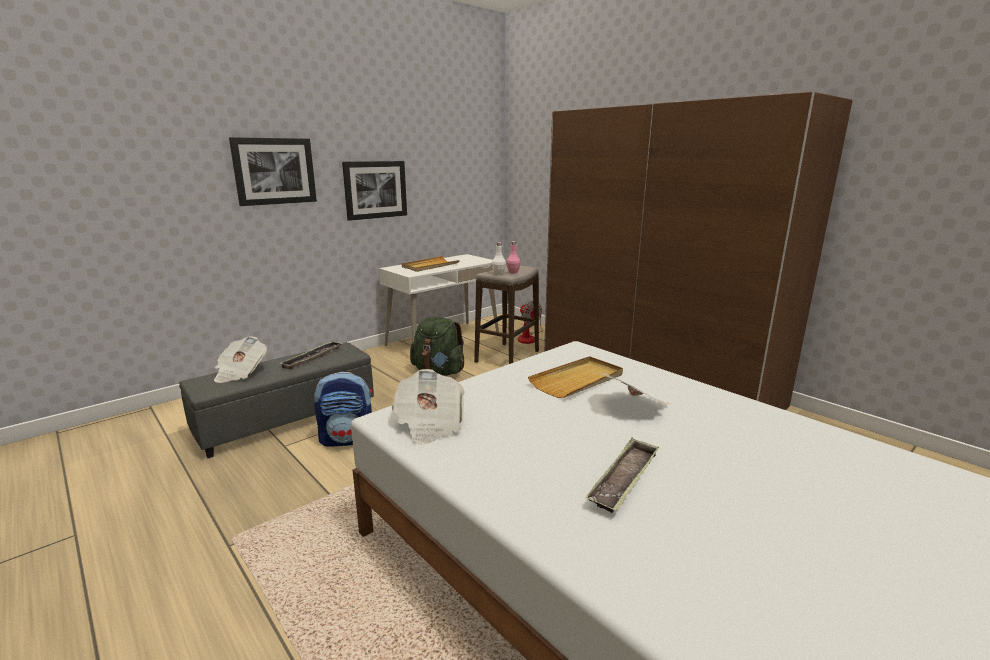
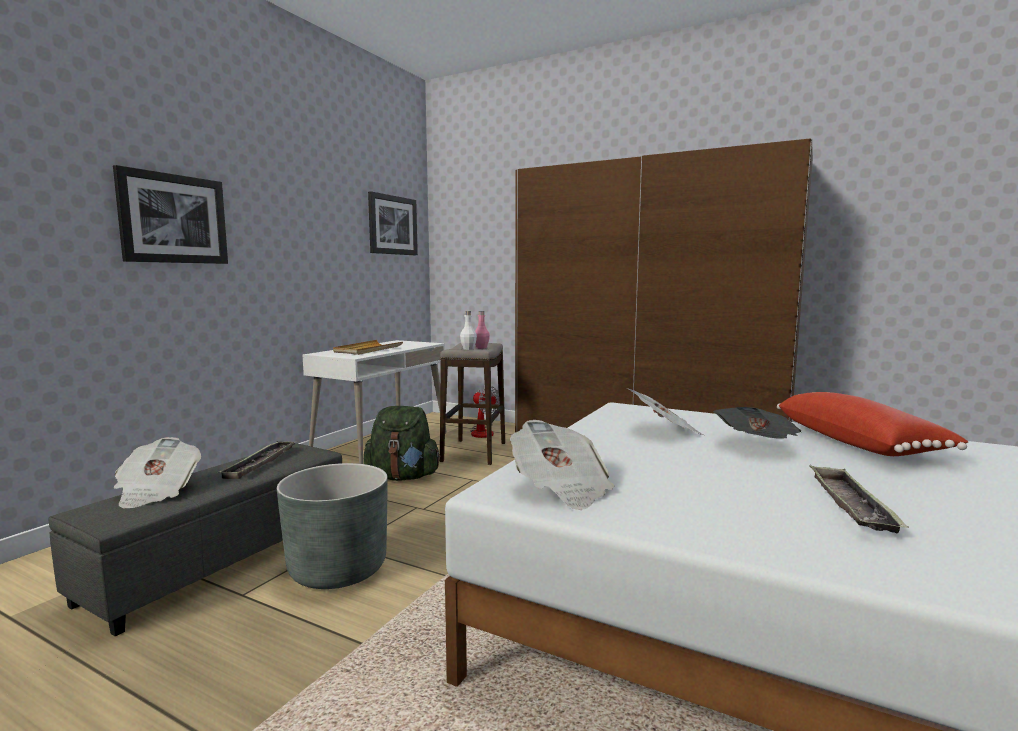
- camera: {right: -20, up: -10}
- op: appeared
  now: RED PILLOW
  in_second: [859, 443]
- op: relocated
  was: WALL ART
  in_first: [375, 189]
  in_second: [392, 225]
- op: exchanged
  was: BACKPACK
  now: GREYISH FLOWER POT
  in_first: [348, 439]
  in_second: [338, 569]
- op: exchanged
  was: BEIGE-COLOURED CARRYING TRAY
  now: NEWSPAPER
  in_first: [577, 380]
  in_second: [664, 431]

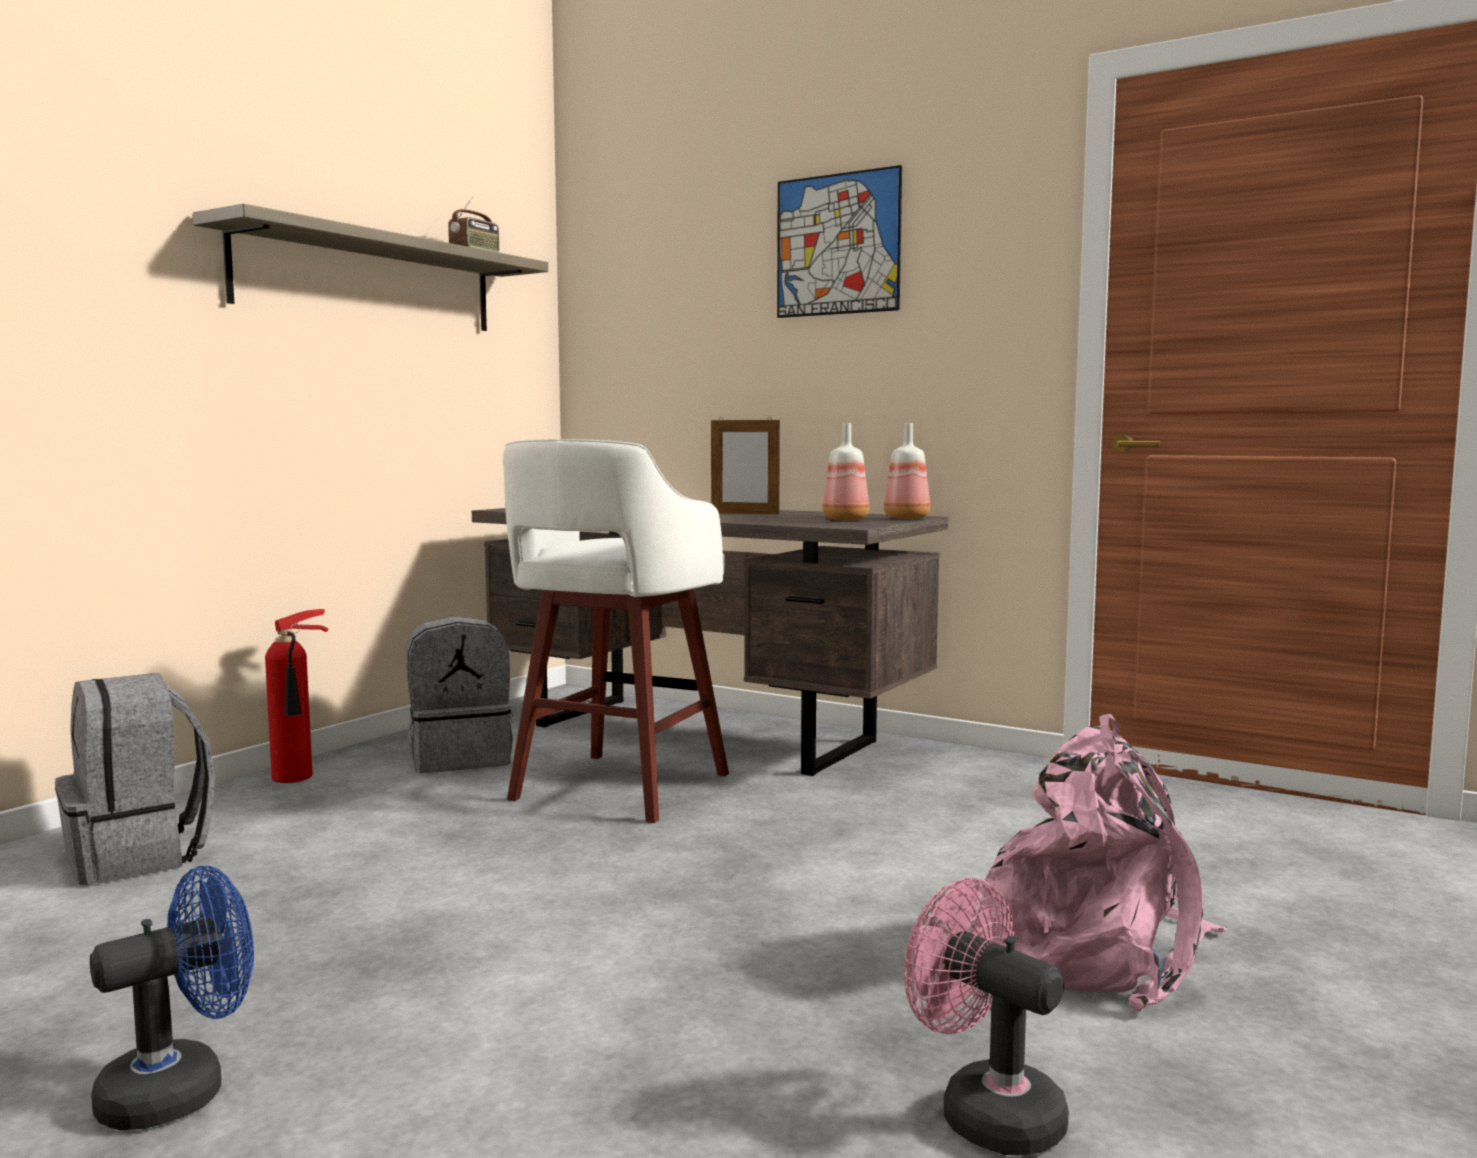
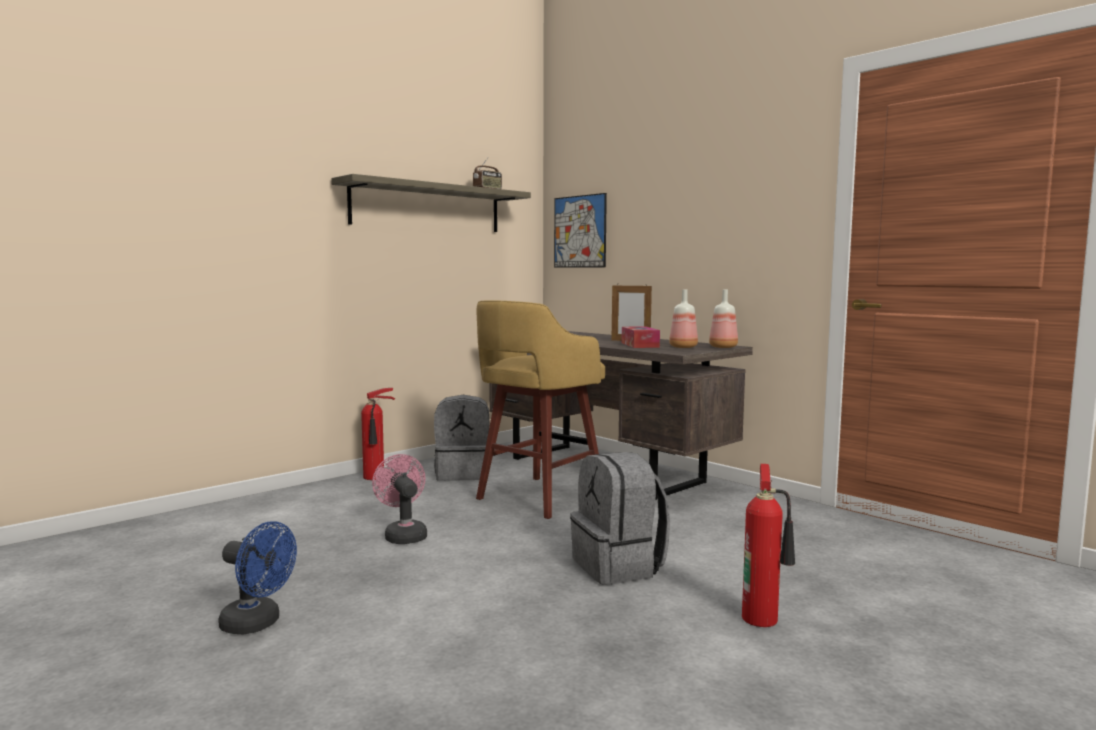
- camera: {right: 15, up: 0}
- op: appeared
  now: TISSUE BOX
  in_second: [640, 345]
- op: relocated
  was: GREYISH BACKPACK
  in_first: [140, 857]
  in_second: [619, 567]
- op: relocated
  was: WALL ART
  in_first: [838, 244]
  in_second: [579, 231]
- op: relocated
  was: PINK-COLOURED FAN
  in_first: [985, 1111]
  in_second: [403, 535]
- op: exchanged
  was: PINK-COLOURED BACKPACK
  now: FIRE EXTINGUISHER
  in_first: [1098, 951]
  in_second: [763, 618]
- op: colour
  was: WHITE SITTING STOOL
  now: YELLOWISH SITTING STOOL
  in_first: [617, 789]
  in_second: [538, 498]
- op: spun
  was: BLUE-COLOURED FAN
  in_first: [182, 1089]
  in_second: [258, 624]
  clockwise: 45

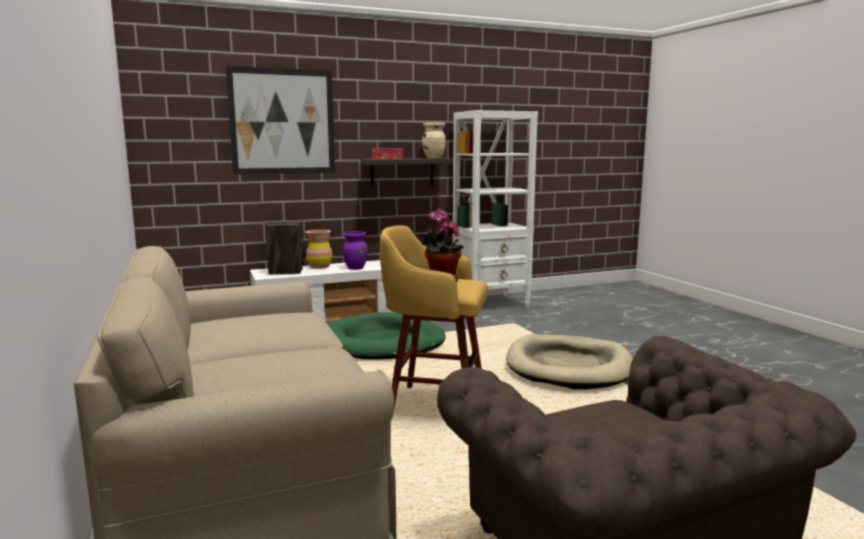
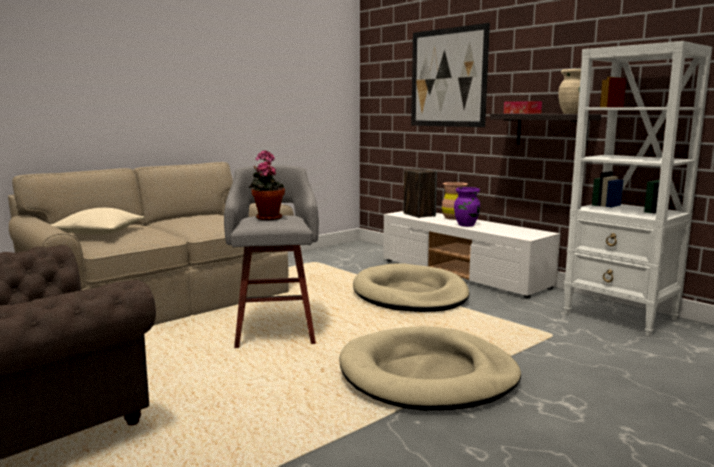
- camera: {right: 70, up: 0}
- op: appeared
  now: BEIGE-COLOURED PILLOW
  in_second: [98, 233]
- op: colour
  was: GREENISH DOG CUSHION
  now: BEIGE-COLOURED DOG CUSHION
  in_first: [383, 342]
  in_second: [410, 294]
- op: colour
  was: YELLOWISH SITTING STOOL
  now: GREYISH SITTING STOOL
  in_first: [434, 406]
  in_second: [275, 330]

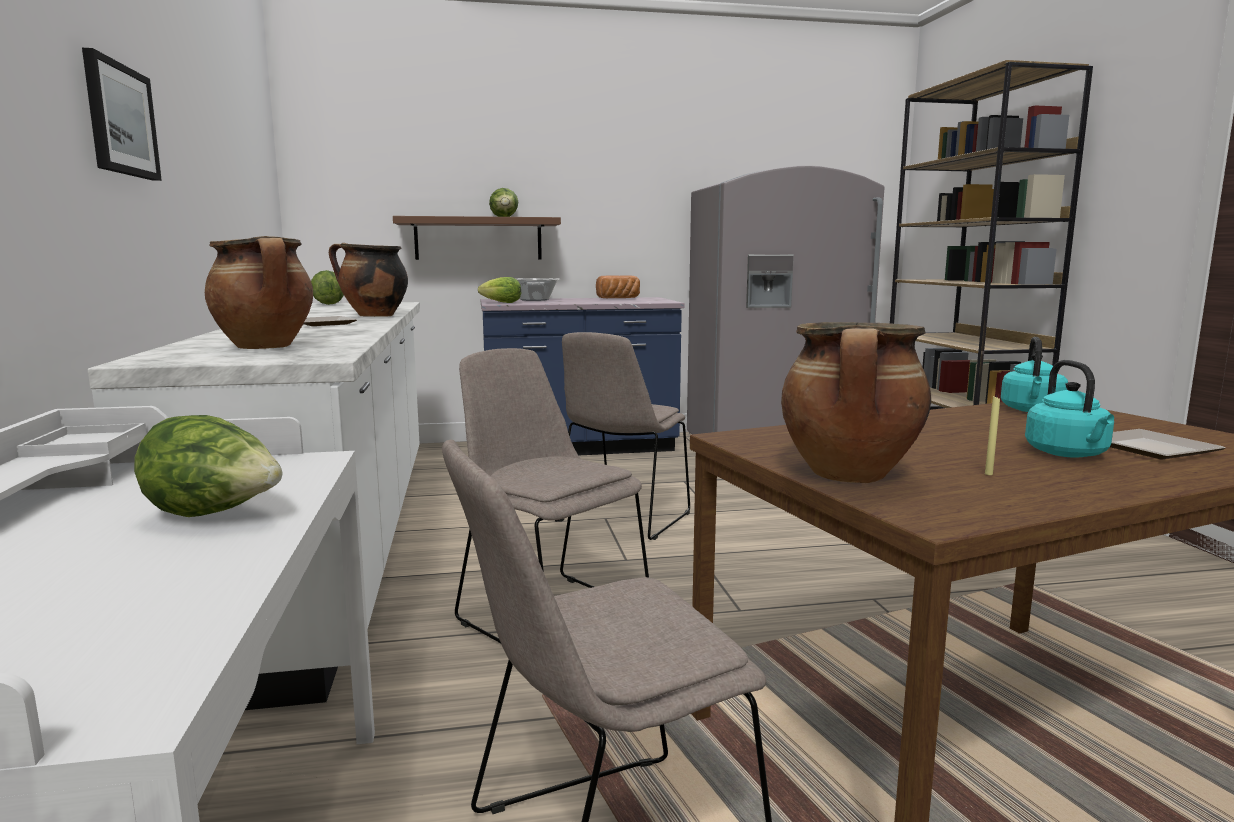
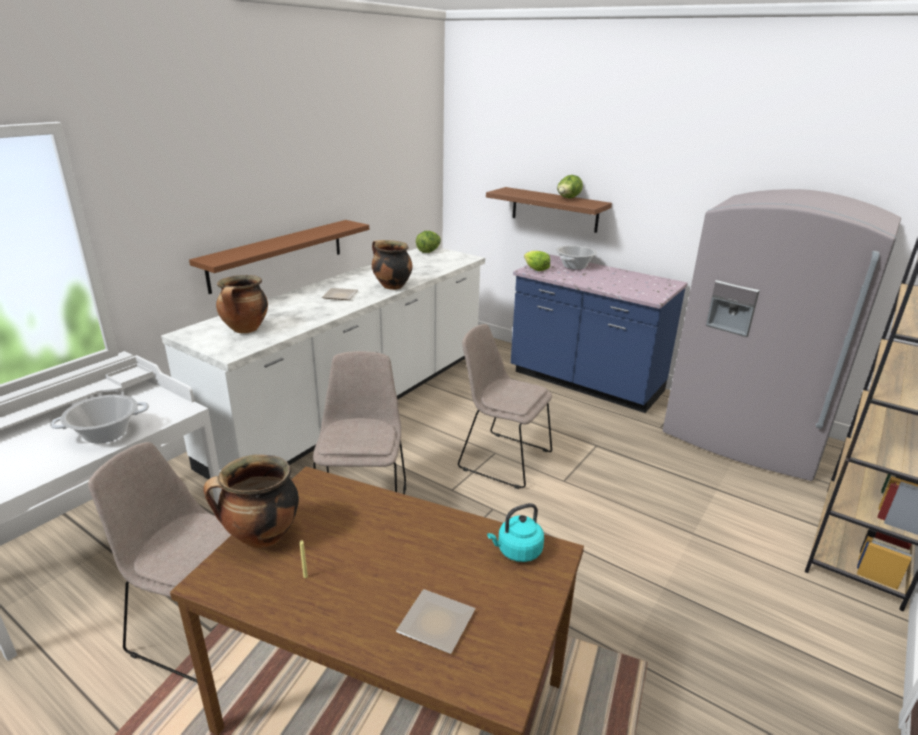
- camera: {right: 45, up: 15}
- op: missing
  was: WALL ART
  in_first: [120, 120]
- op: missing
  was: BAKED BREAD
  in_first: [619, 298]
- op: missing
  was: BLUE-GREEN KETTLE
  in_first: [1068, 454]
- op: appeared
  now: BROWN WALL SHELF
  in_second: [278, 254]
- op: exchanged
  was: LETTUCE
  now: COOKING POT
  in_first: [215, 515]
  in_second: [105, 433]
- op: spun
  was: BEIGE-COLOURED CHAIR
  in_first: [621, 519]
  in_second: [502, 458]
  clockwise: 45

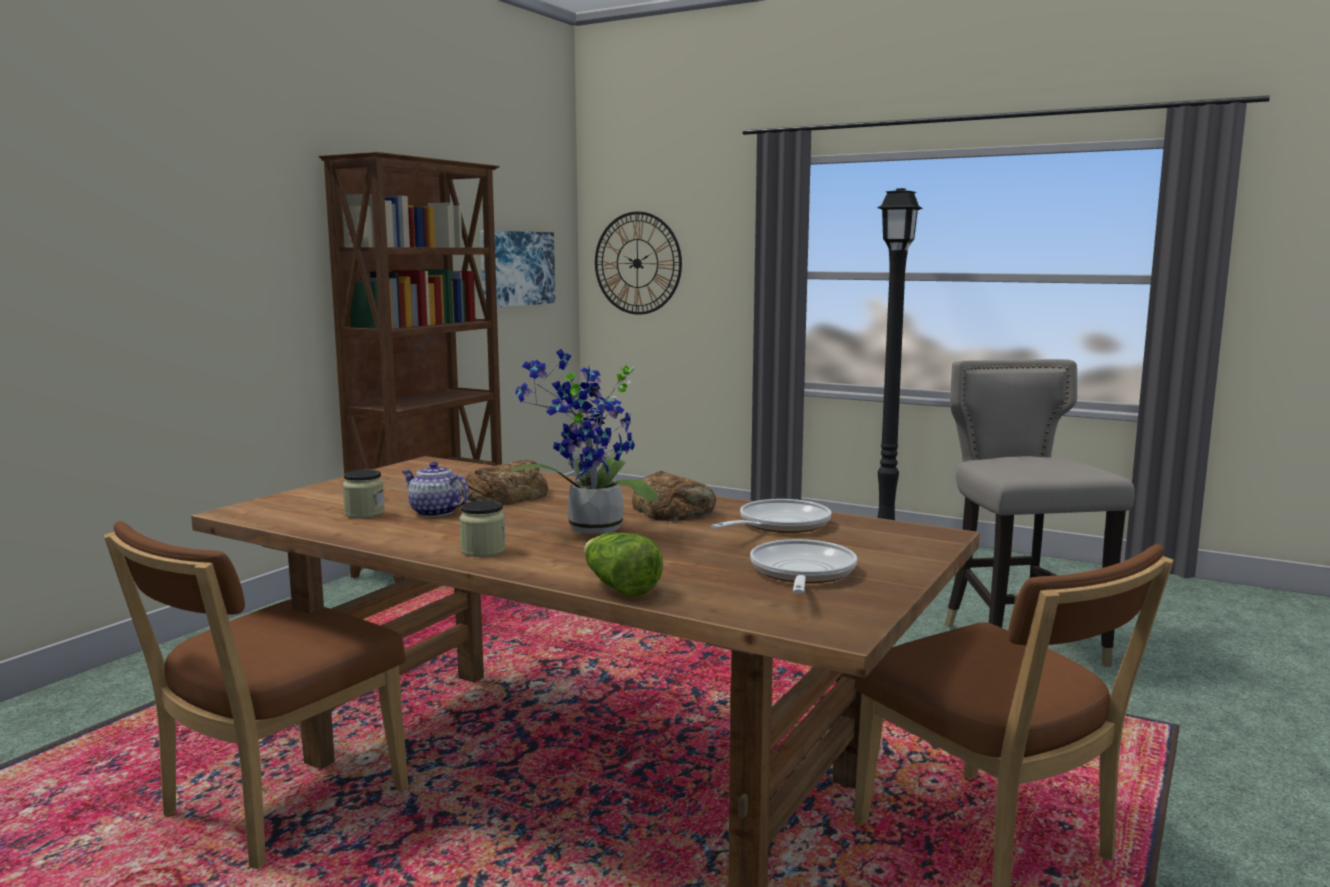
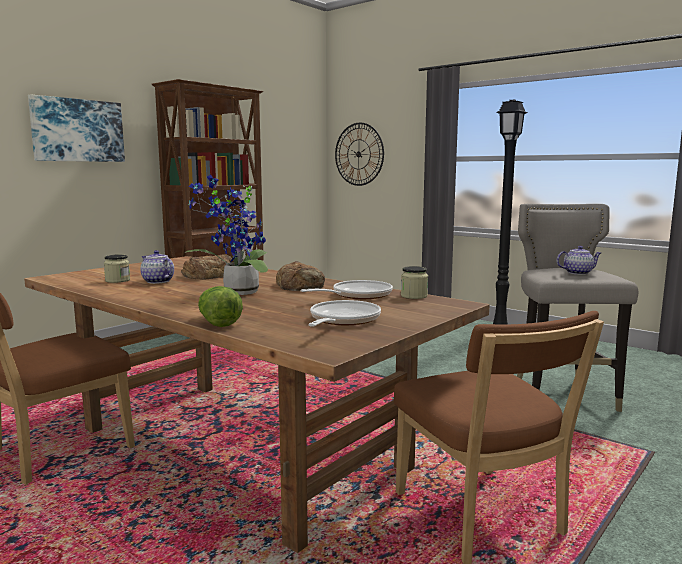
- camera: {right: 10, up: 0}
- op: appeared
  now: POT FOR TEA
  in_second: [578, 273]
- op: relocated
  was: STORAGE JAR
  in_first: [483, 550]
  in_second: [414, 296]
- op: relocated
  was: WALL ART
  in_first: [516, 268]
  in_second: [77, 130]

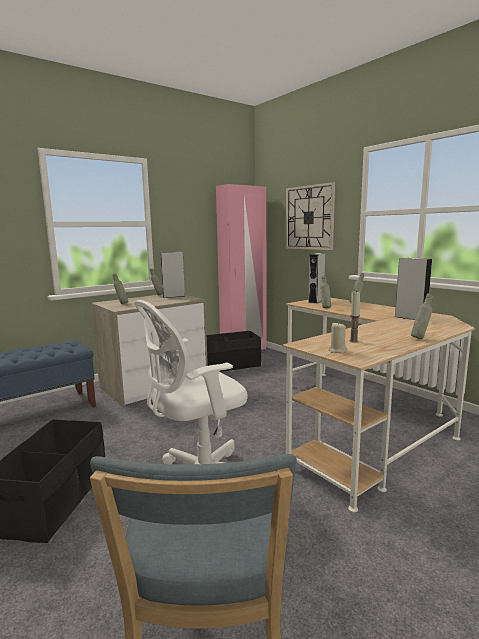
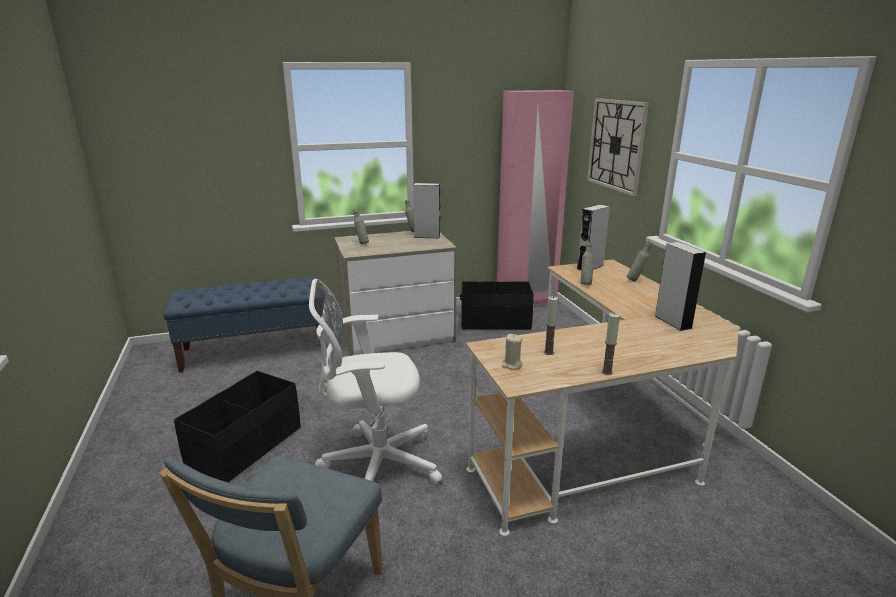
- camera: {right: 20, up: 10}
- op: missing
  was: GREYISH BEVERAGE BOTTLE
  in_first: [420, 338]
- op: appeared
  now: WAX CANDLE
  in_second: [607, 372]

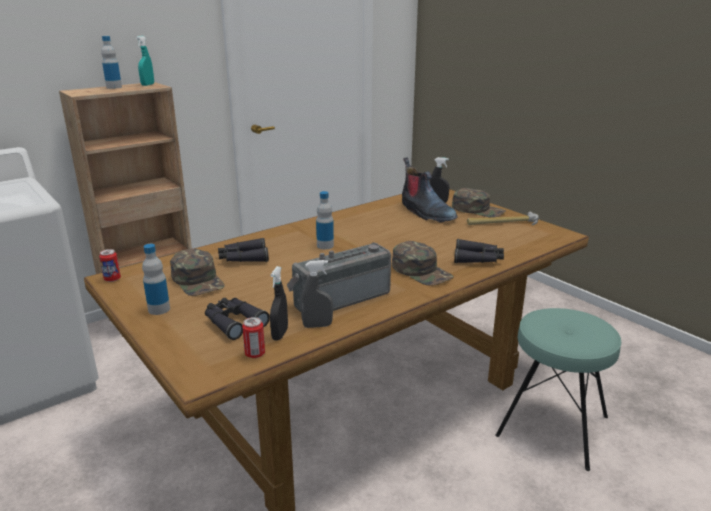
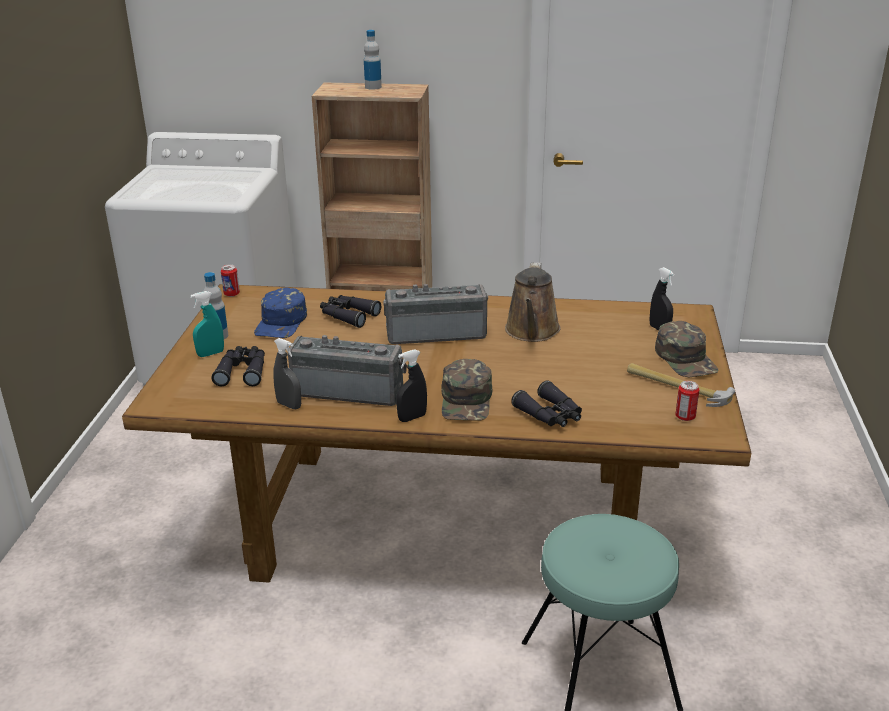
- camera: {right: 45, up: 5}
- op: missing
  was: BOOT
  in_first: [426, 213]
- op: appeared
  now: BROWN WATERING CAN
  in_second: [532, 332]
- op: relocated
  was: BLUE-GREEN SPRAYER
  in_first: [147, 85]
  in_second: [210, 354]
- op: relocated
  was: CAN
  in_first: [255, 354]
  in_second: [685, 417]
- op: relocated
  was: BLACK-COLOURED SPRAYER
  in_first: [280, 334]
  in_second: [412, 418]
- op: exchanged
  was: BEVERAGE BOTTLE
  now: RADIO
  in_first: [325, 246]
  in_second: [436, 333]
- op: colour
  was: GREENISH CAP
  now: BLUE-COLOURED CAP
  in_first: [198, 280]
  in_second: [281, 322]

